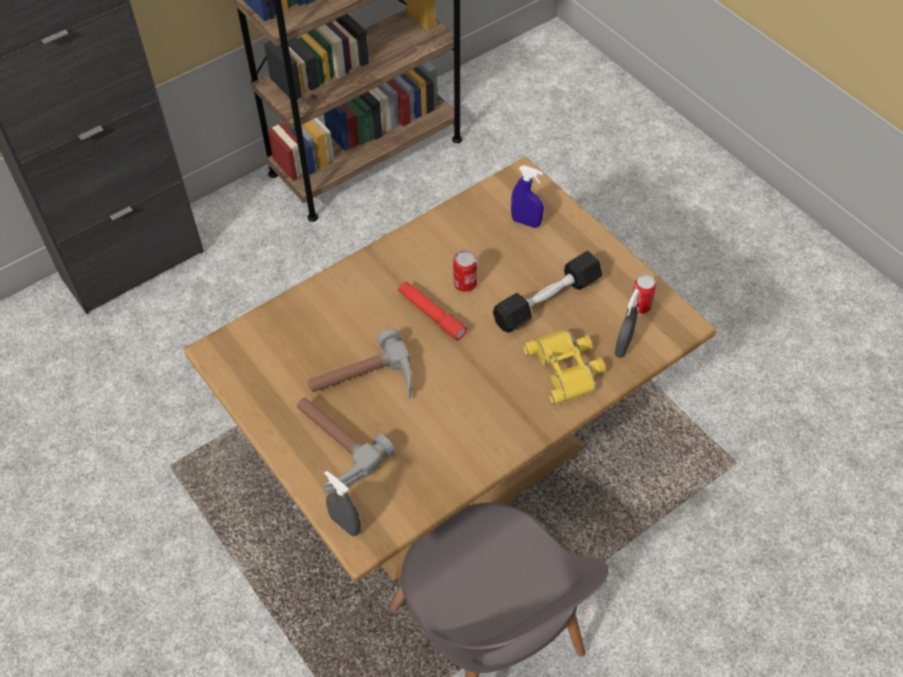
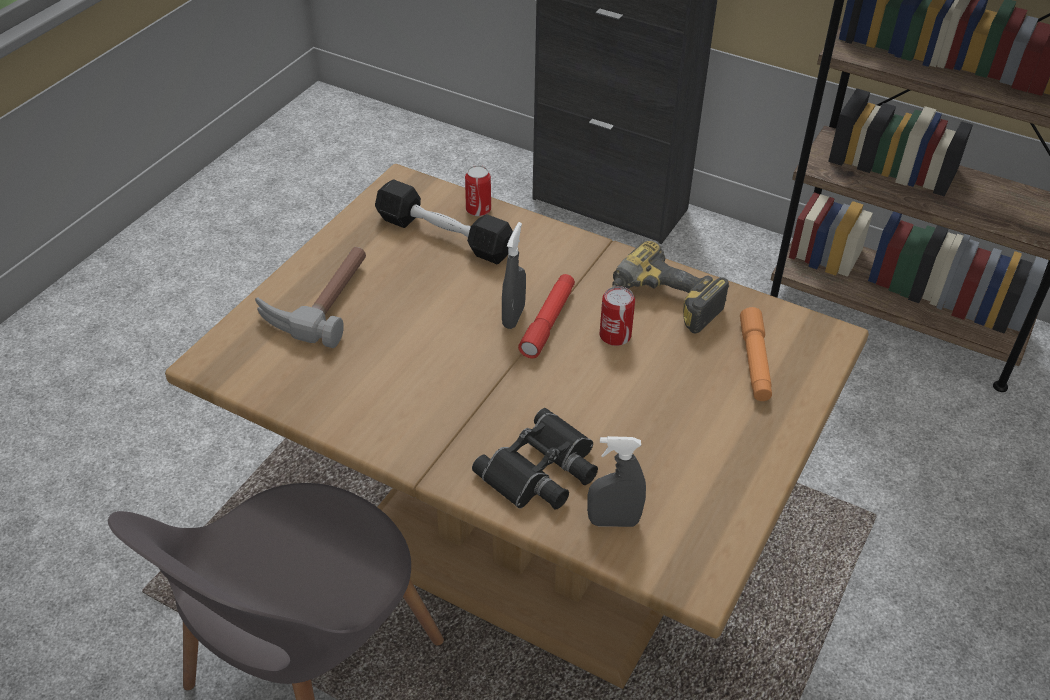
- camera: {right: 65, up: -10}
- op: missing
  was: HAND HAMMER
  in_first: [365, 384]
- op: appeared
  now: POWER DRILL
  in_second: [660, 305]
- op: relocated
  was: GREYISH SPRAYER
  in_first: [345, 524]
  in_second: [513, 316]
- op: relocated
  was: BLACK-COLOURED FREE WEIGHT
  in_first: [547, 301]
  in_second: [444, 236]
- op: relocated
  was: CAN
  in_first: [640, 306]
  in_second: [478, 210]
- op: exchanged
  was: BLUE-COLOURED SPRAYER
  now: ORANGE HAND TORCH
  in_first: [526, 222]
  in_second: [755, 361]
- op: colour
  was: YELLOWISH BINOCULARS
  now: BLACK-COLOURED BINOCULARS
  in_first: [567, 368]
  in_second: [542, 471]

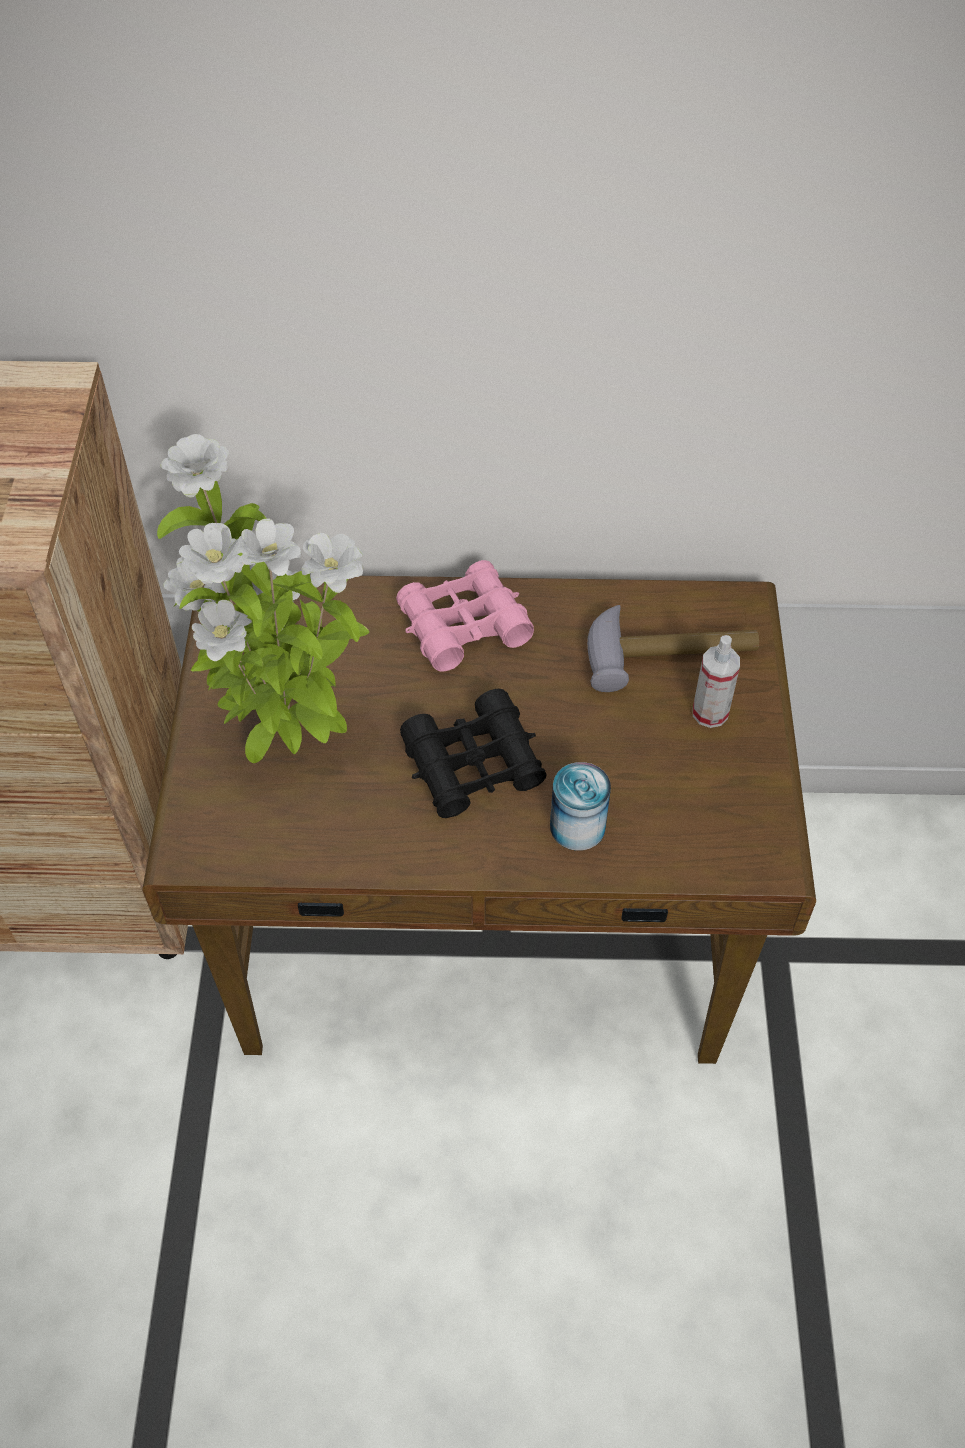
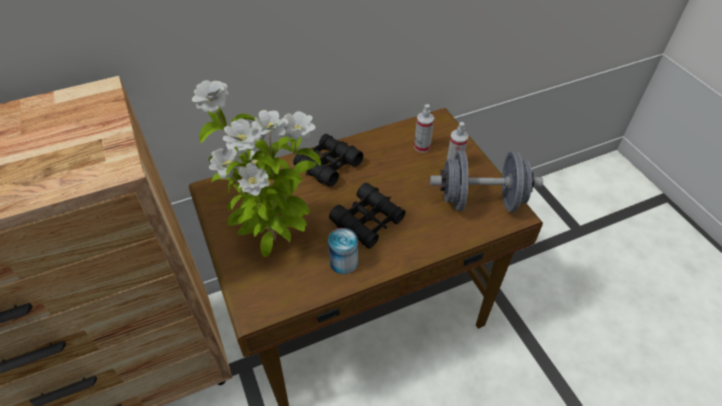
- camera: {right: -25, up: -5}
- op: appeared
  now: GREYISH FREE WEIGHT
  in_second: [481, 200]
- op: relocated
  was: CAN
  in_first: [577, 826]
  in_second: [343, 262]
- op: exchanged
  was: HAND HAMMER
  now: SPRAYER
  in_first: [668, 652]
  in_second: [422, 147]
- op: colour
  was: PINK-COLOURED BINOCULARS
  now: BLACK-COLOURED BINOCULARS
  in_first: [463, 626]
  in_second: [328, 165]

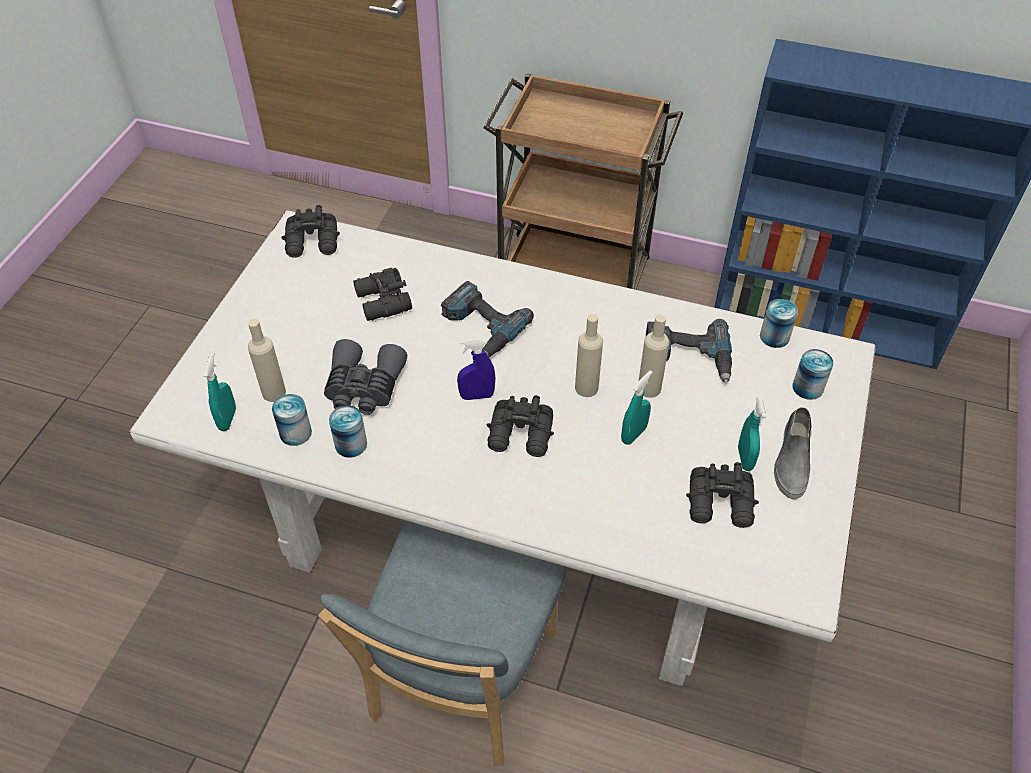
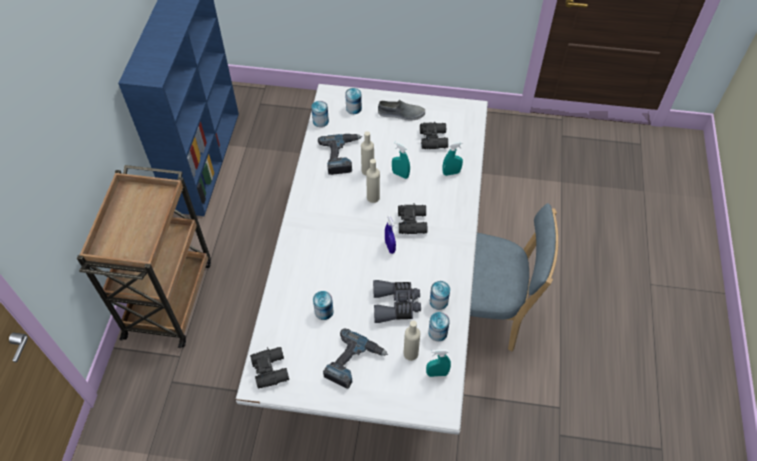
- camera: {right: -100, up: 5}
- op: relocated
  was: POWER DRILL
  in_first: [480, 327]
  in_second: [353, 363]
- op: relocated
  was: BLUE-GREEN SPRAYER
  in_first: [745, 458]
  in_second: [451, 173]
- op: exchanged
  was: BLACK-COLOURED BINOCULARS
  now: CAN
  in_first: [382, 302]
  in_second: [324, 311]

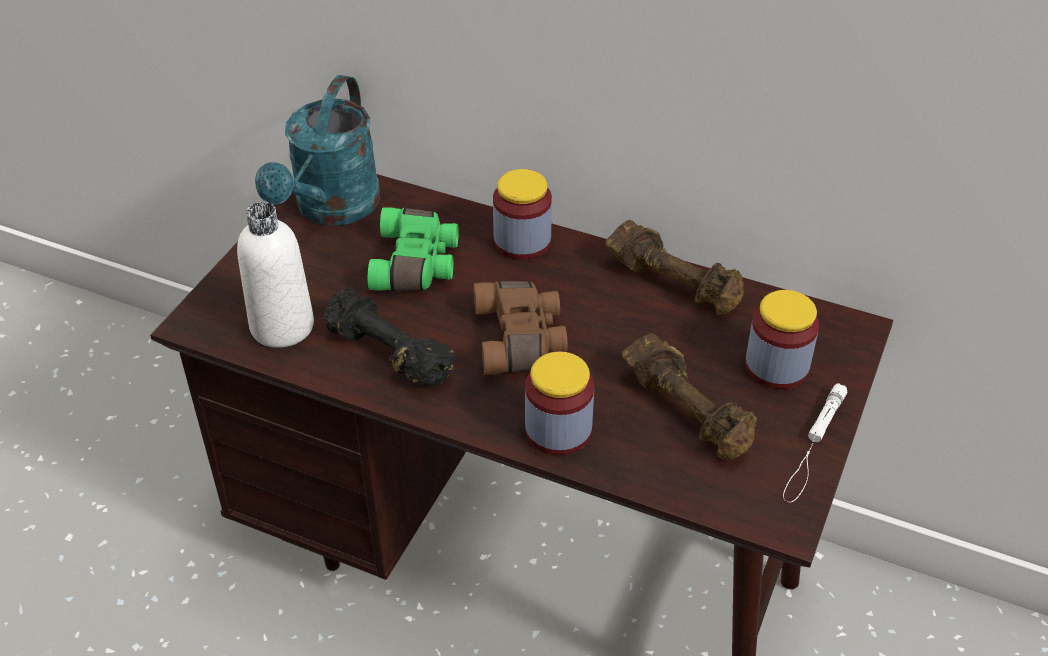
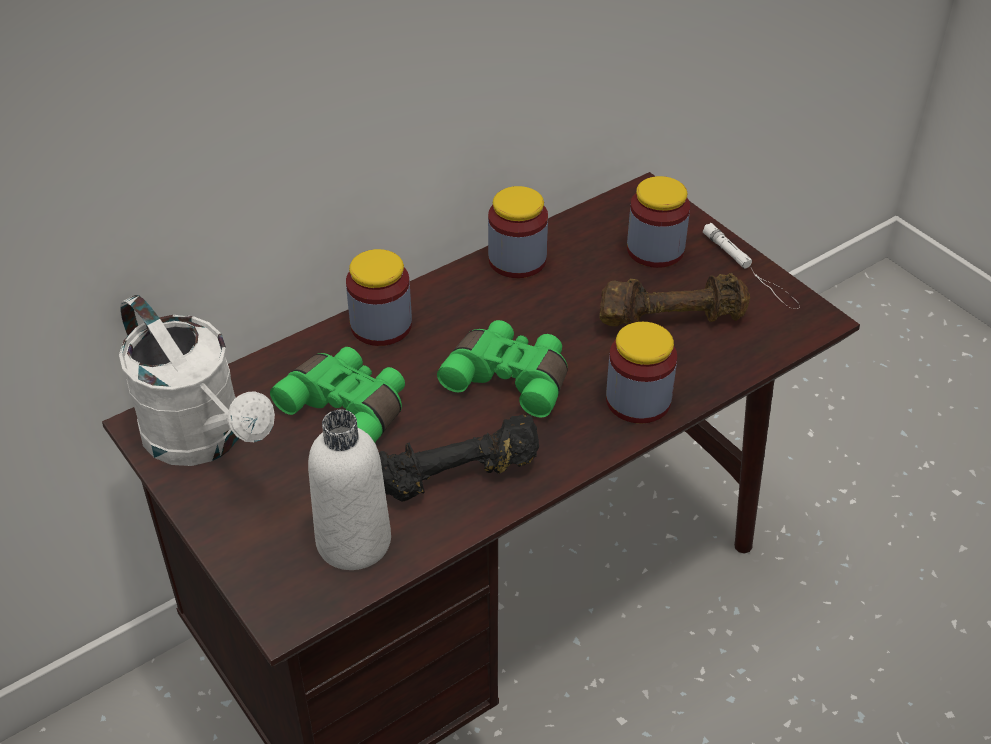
- camera: {right: -60, up: 0}
- op: exchanged
  was: BROWN FREE WEIGHT
  now: STORAGE JAR
  in_first: [674, 283]
  in_second: [517, 260]
- op: colour
  was: BLUE-GREEN WATERING CAN
  now: WHITE WATERING CAN
  in_first: [331, 209]
  in_second: [204, 440]
- op: colour
  was: BROWN BINOCULARS
  now: GREENISH BINOCULARS
  in_first: [521, 339]
  in_second: [510, 378]

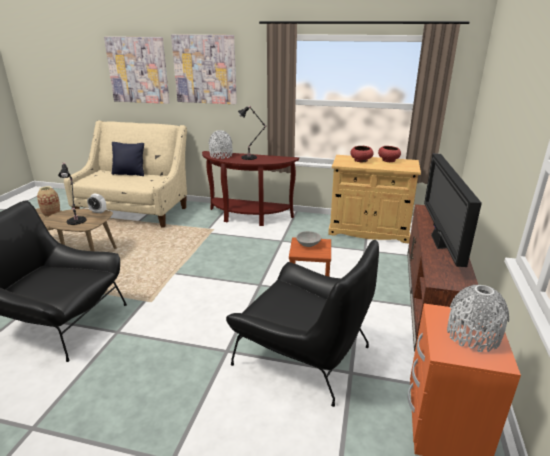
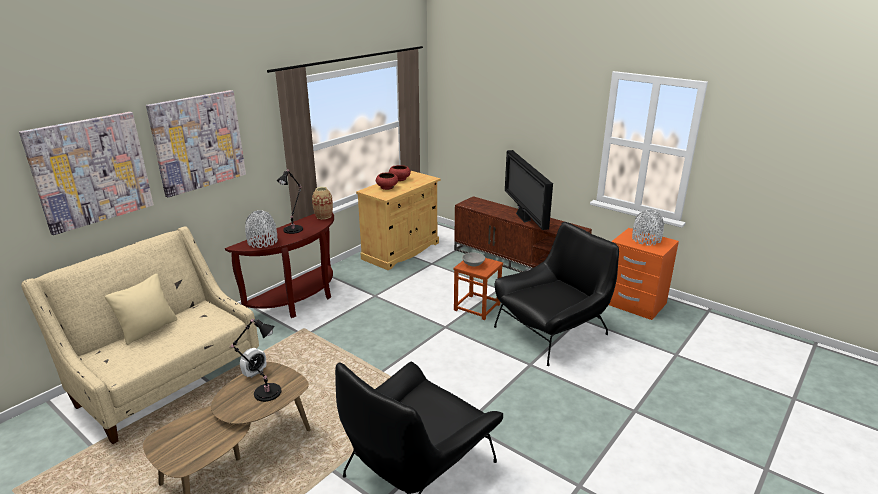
- camera: {right: -65, up: 0}
- op: relocated
  was: DECORATIVE VASE
  in_first: [52, 214]
  in_second: [323, 216]
- op: colour
  was: BLACK-COLOURED PILLOW
  now: BEIGE-COLOURED PILLOW
  in_first: [129, 174]
  in_second: [148, 330]
- op: spun
  was: TV SET
  in_first: [439, 243]
  in_second: [523, 218]
  clockwise: 45

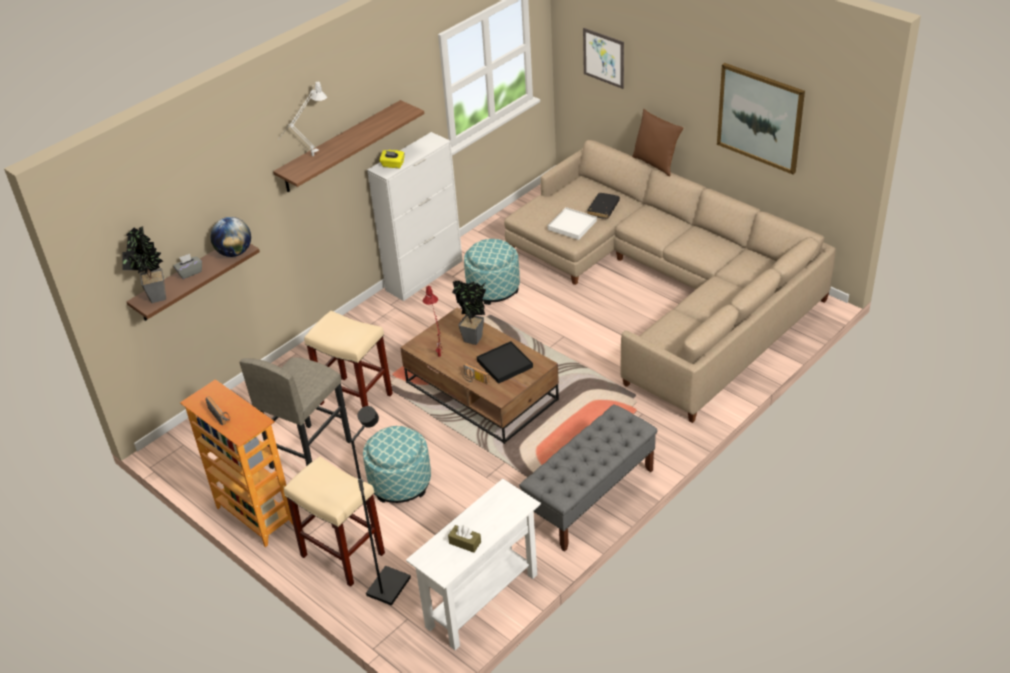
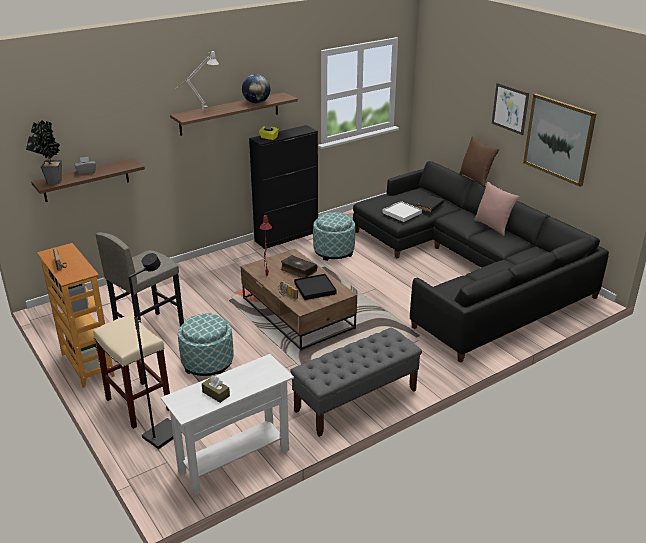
- camera: {right: 10, up: -10}
- op: missing
  was: BEIGE-COLOURED SITTING STOOL
  in_first: [356, 399]
- op: appeared
  now: PINK-COLOURED PILLOW
  in_second: [493, 226]
- op: relocated
  was: GLOBE
  in_first: [234, 253]
  in_second: [256, 102]
- op: relocated
  was: WALL ART
  in_first: [603, 58]
  in_second: [510, 108]
- op: exchanged
  was: POTTED PLANT
  now: BOOK
  in_first: [474, 341]
  in_second: [298, 270]
- op: colour
  was: WHITE CABINET
  now: BLACK-COLOURED CABINET
  in_first: [425, 275]
  in_second: [287, 236]
- op: colour
  was: BEIGE-COLOURED SOFA
  now: BLACK-COLOURED SOFA
  in_first: [668, 287]
  in_second: [468, 270]

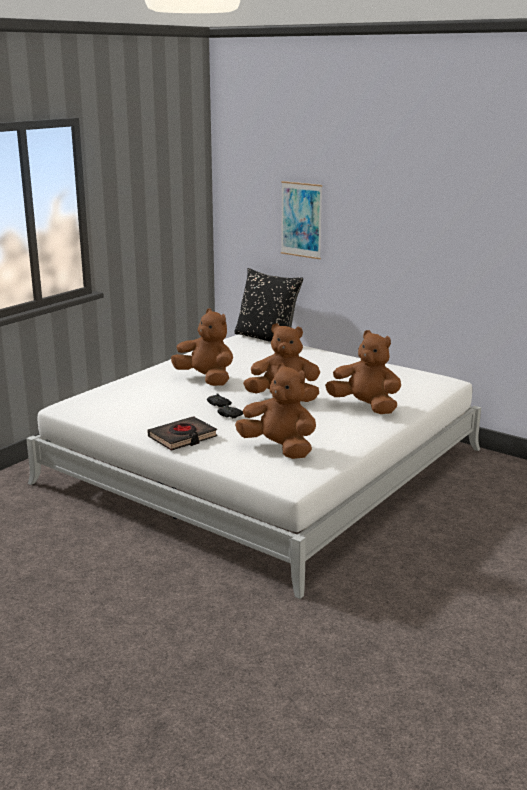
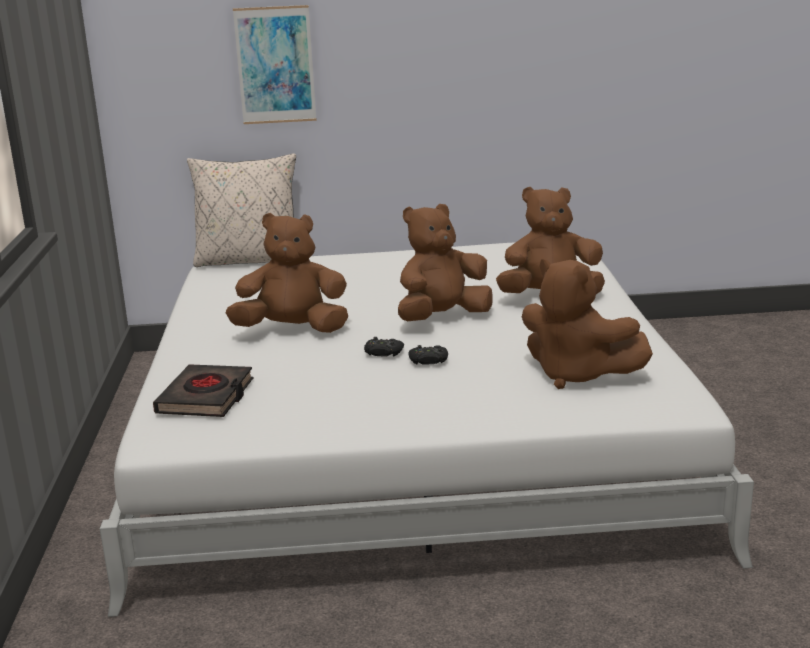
- camera: {right: -40, up: 0}
- op: relocated
  was: BLACK-COLOURED BOOK
  in_first: [182, 437]
  in_second: [206, 397]
- op: colour
  was: BLACK-COLOURED PILLOW
  now: BEIGE-COLOURED PILLOW
  in_first: [267, 338]
  in_second: [249, 260]
- op: spun
  was: BROWN CUDDLY TOY
  in_first: [279, 448]
  in_second: [576, 375]
  clockwise: -135

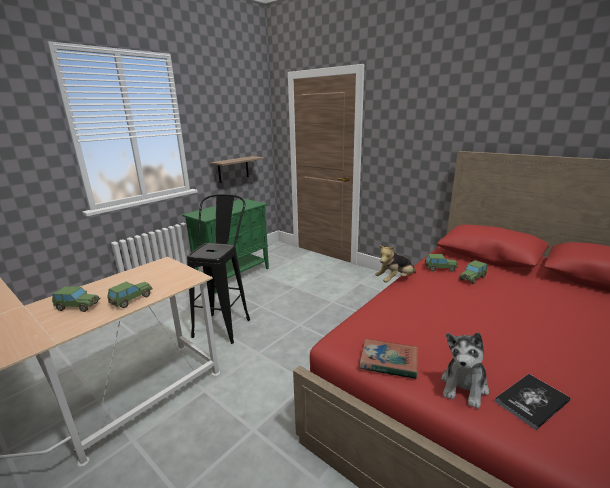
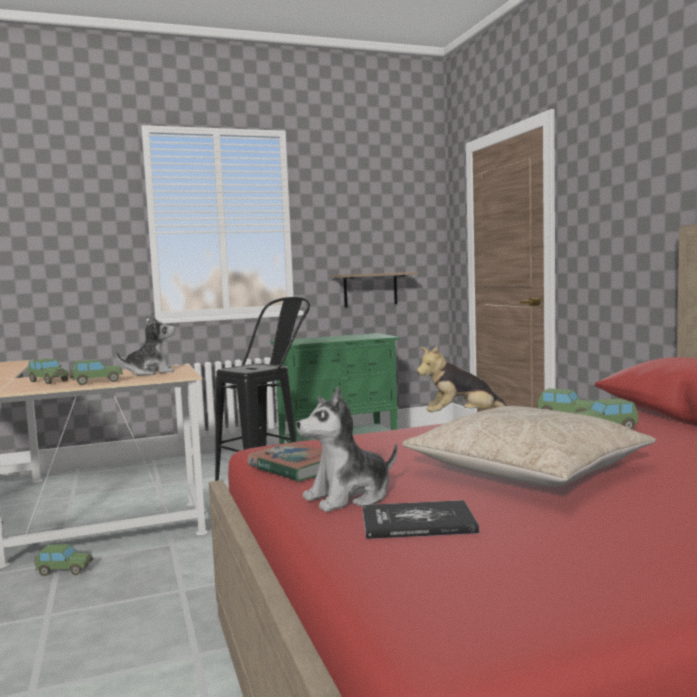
- camera: {right: 30, up: -15}
- op: appeared
  now: MODEL CAR
  in_second: [64, 570]
- op: appeared
  now: CUDDLY TOY
  in_second: [150, 372]
- op: appeared
  now: BEIGE-COLOURED PILLOW
  in_second: [527, 469]

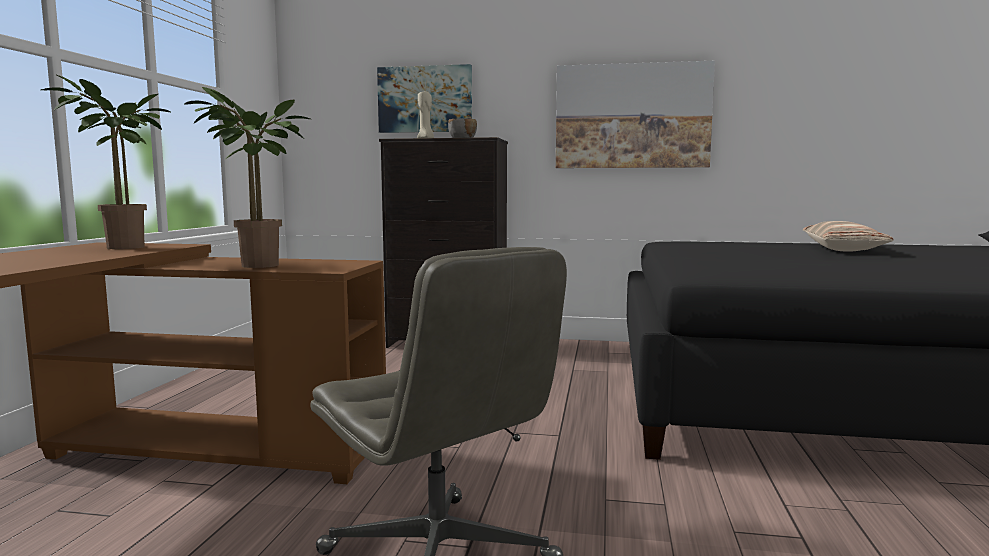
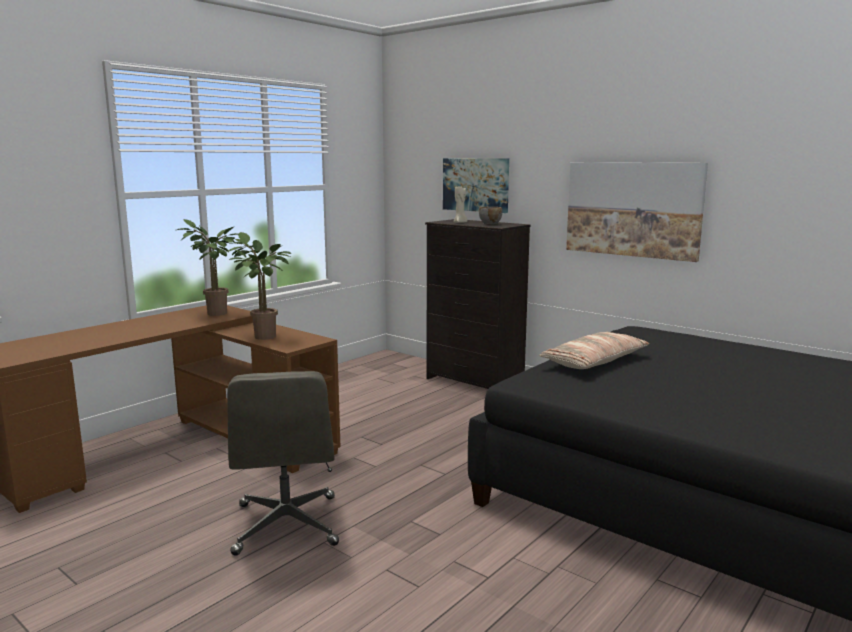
- camera: {right: 30, up: 5}
- op: relocated
  was: PILLOW
  in_first: [842, 249]
  in_second: [595, 362]

